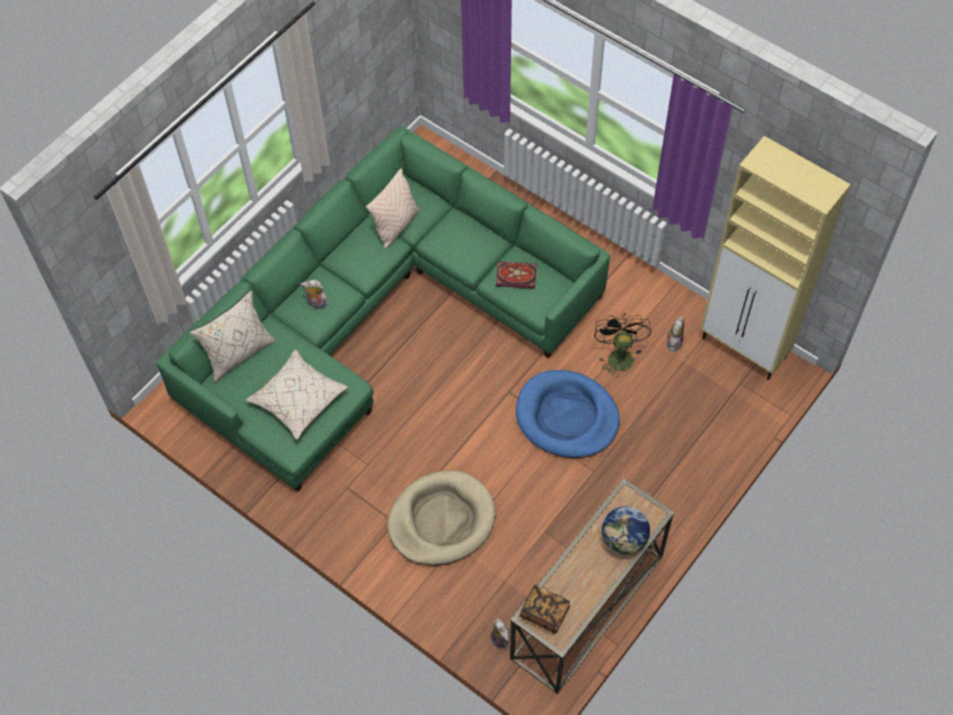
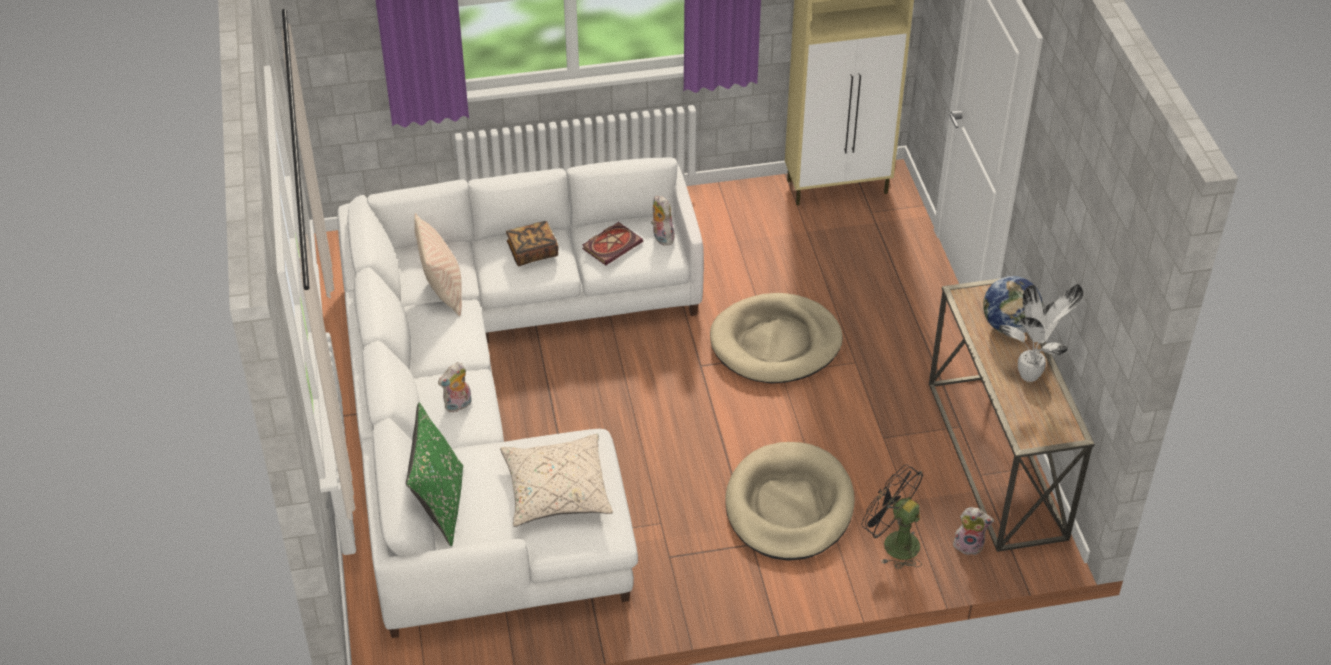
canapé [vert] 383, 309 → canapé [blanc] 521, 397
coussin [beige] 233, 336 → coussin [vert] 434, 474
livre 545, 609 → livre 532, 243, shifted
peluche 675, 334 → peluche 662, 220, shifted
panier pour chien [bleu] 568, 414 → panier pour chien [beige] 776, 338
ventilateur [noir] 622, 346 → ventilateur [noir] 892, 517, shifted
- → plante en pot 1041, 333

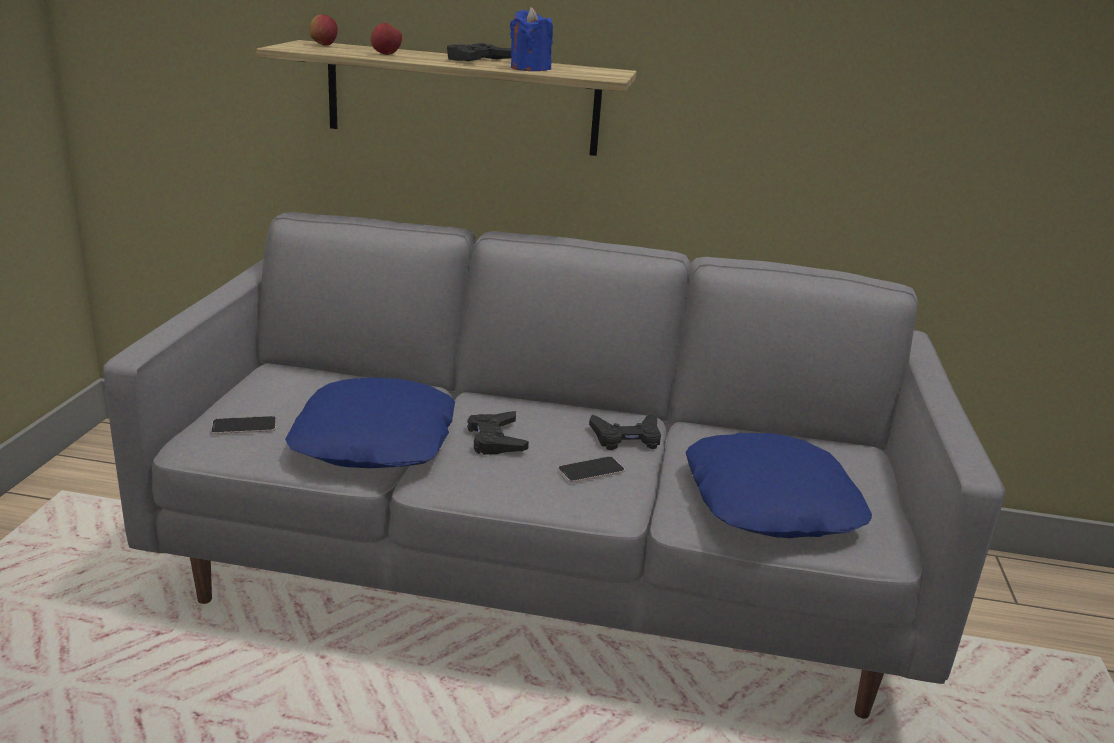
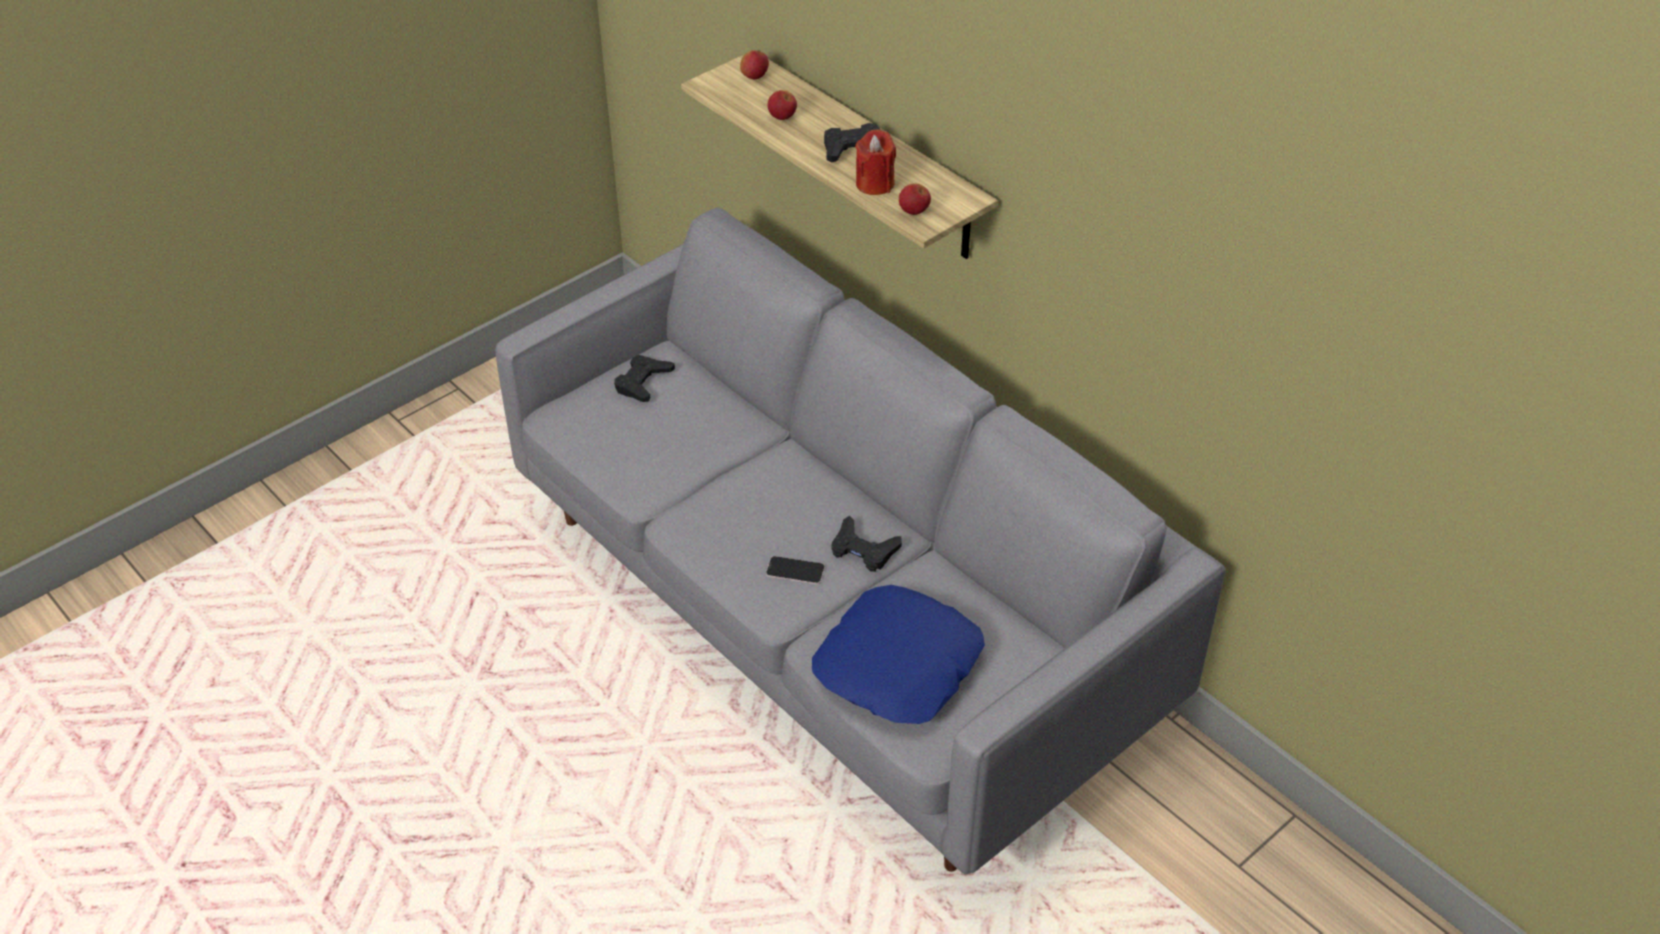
manette [noir] 498, 433 → manette [noir] 644, 378, shifted
bougie [bleu] 531, 39 → bougie [rouge] 875, 162
- → pomme 915, 199
téléphone 243, 425 → -
coussin [bleu] 370, 422 → -

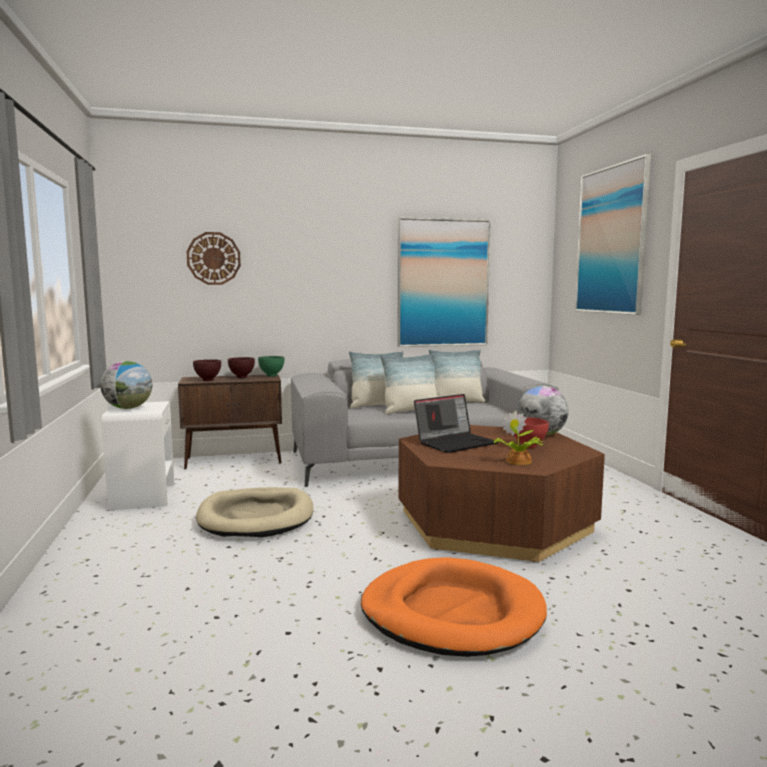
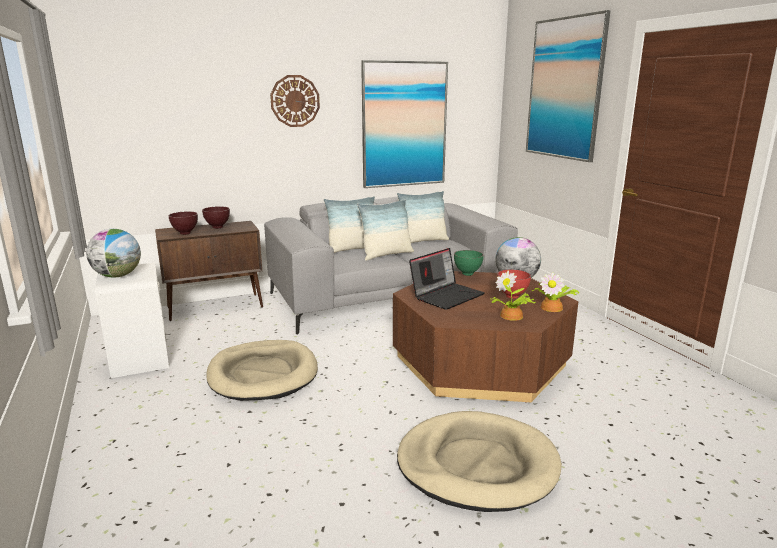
horloge murale 214, 258 → horloge murale 295, 101, shifted
panier pour chien [orange] 454, 607 → panier pour chien [beige] 479, 461
bol [vert] 271, 366 → bol [vert] 469, 263, shifted
- → plante en pot 555, 292

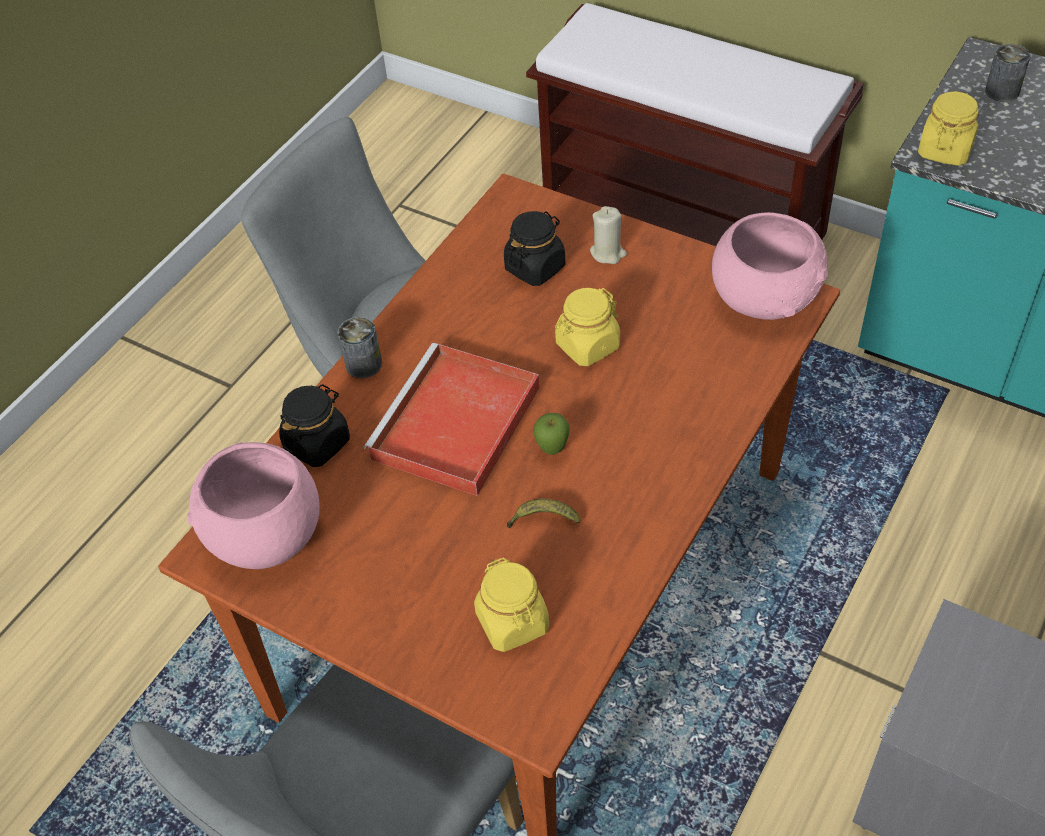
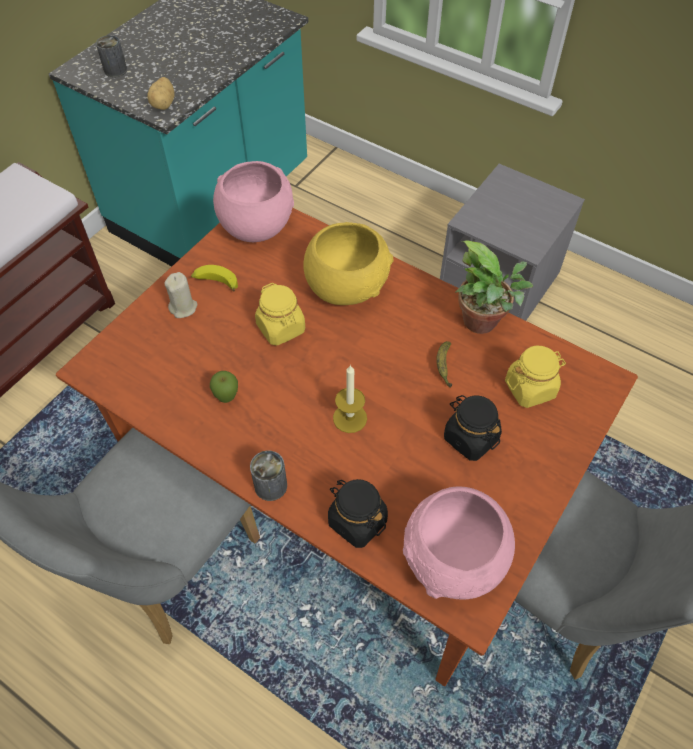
bocal [jaune] 948, 128 → pomme de terre 161, 93
- → banane 214, 278
pomme 551, 434 → pomme 224, 387, shifted
- → bol [jaune] 348, 263
plateau [rouge] 452, 419 → bougie 350, 399
bocal [noir] 534, 248 → bocal [noir] 473, 428, shifted
- → plante en pot 494, 287

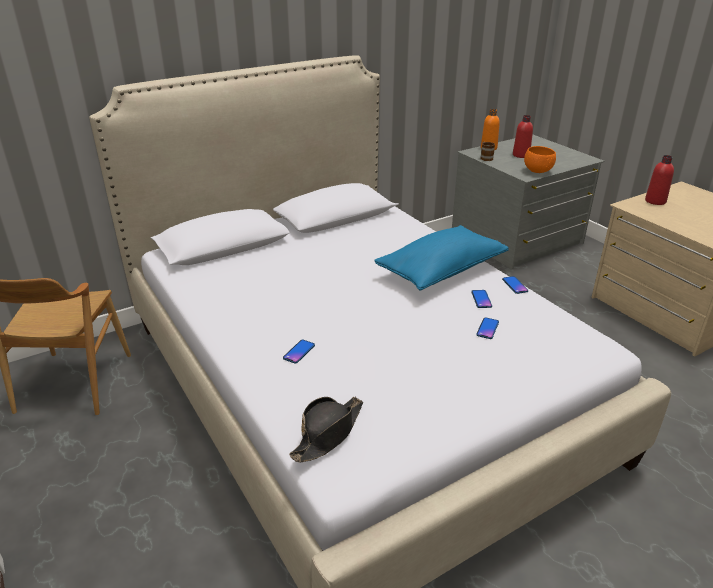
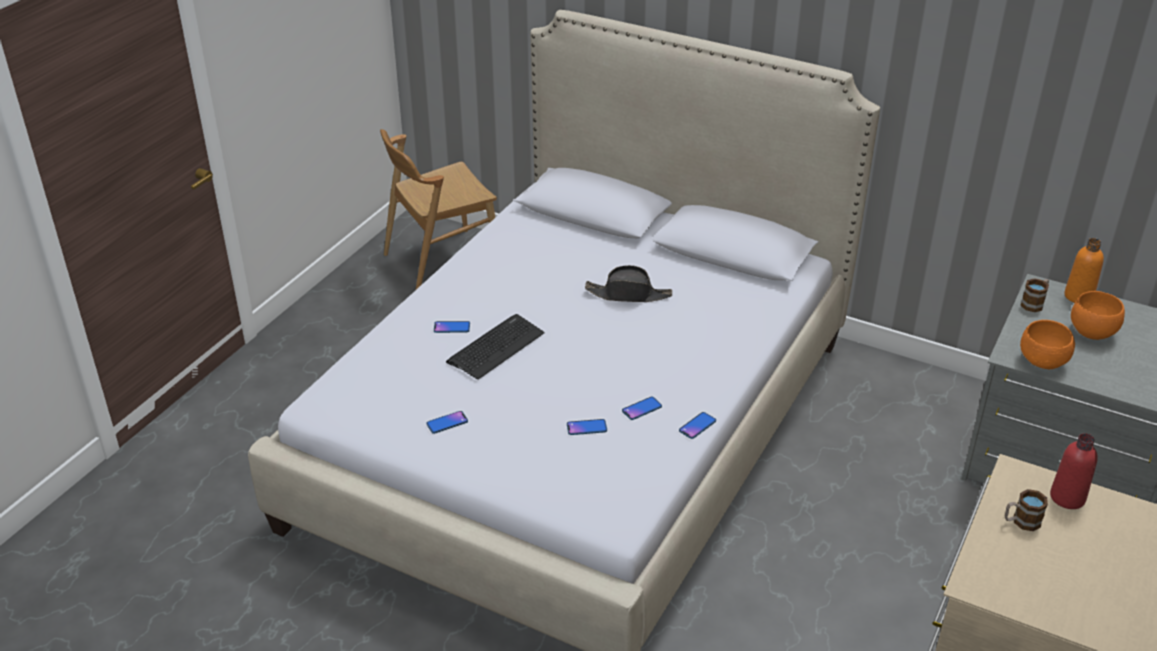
- → téléphone 447, 422
- → clavier 495, 347
chapeau [noir] 326, 430 → chapeau [noir] 628, 283, shifted
- → mug 1026, 510
bouteille [rouge] 523, 136 → bol [orange] 1098, 315
coussin [bleu] 441, 258 → -

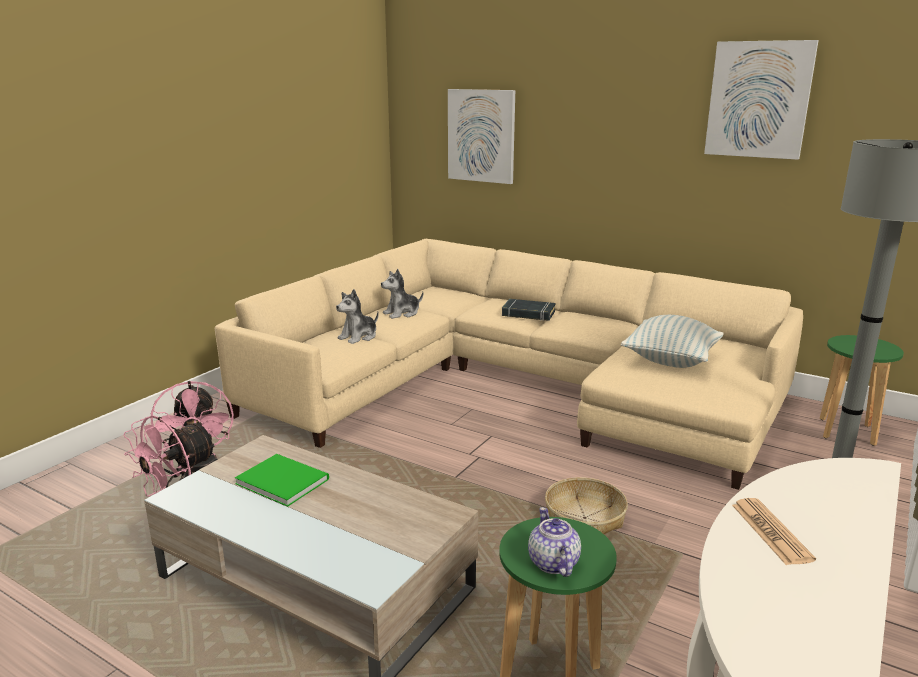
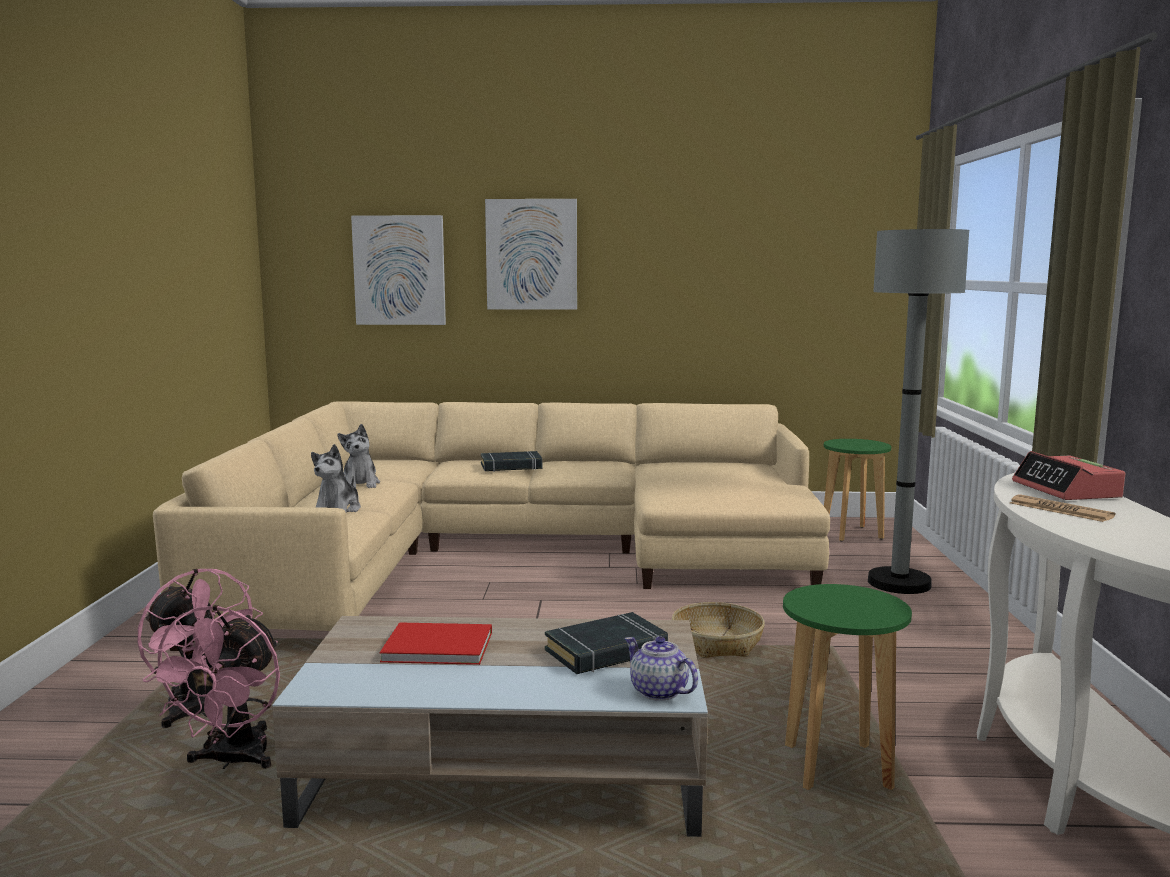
peluche 402, 294 → peluche 358, 456, 45 degrees counterclockwise
livre [vert] 282, 480 → livre [rouge] 436, 643
tableau 761, 100 → tableau 531, 254, shifted
- → livre [noir] 606, 643
théière 554, 542 → théière 661, 668, shifted
- → réveil 1068, 475
coussin 672, 341 → -

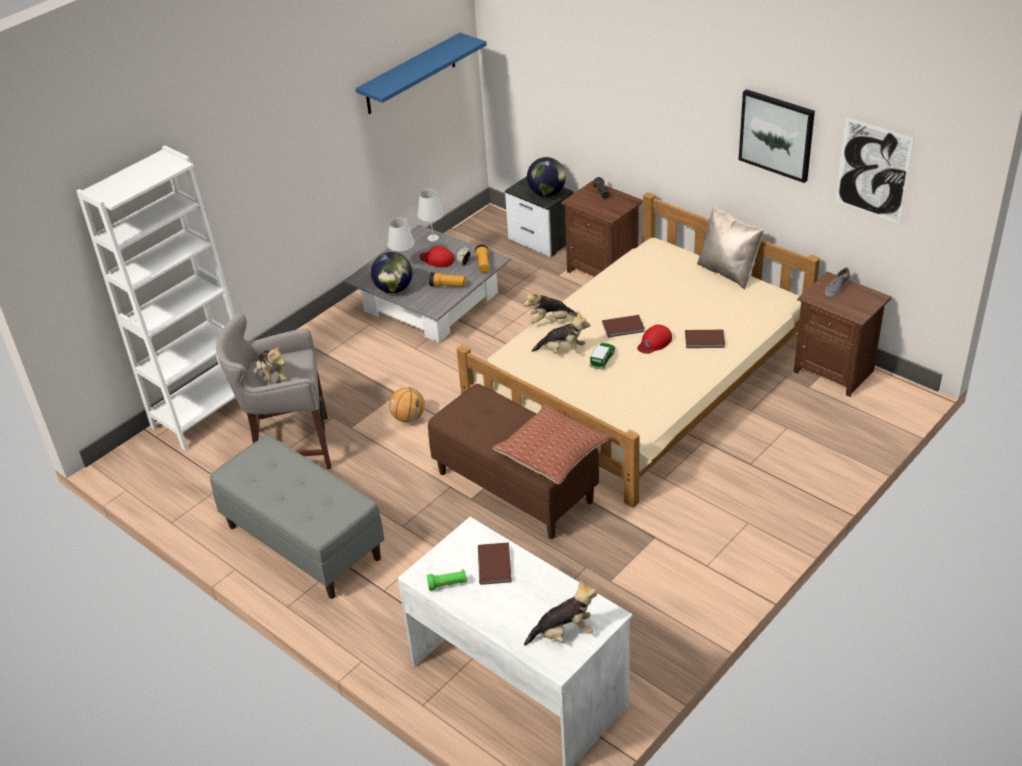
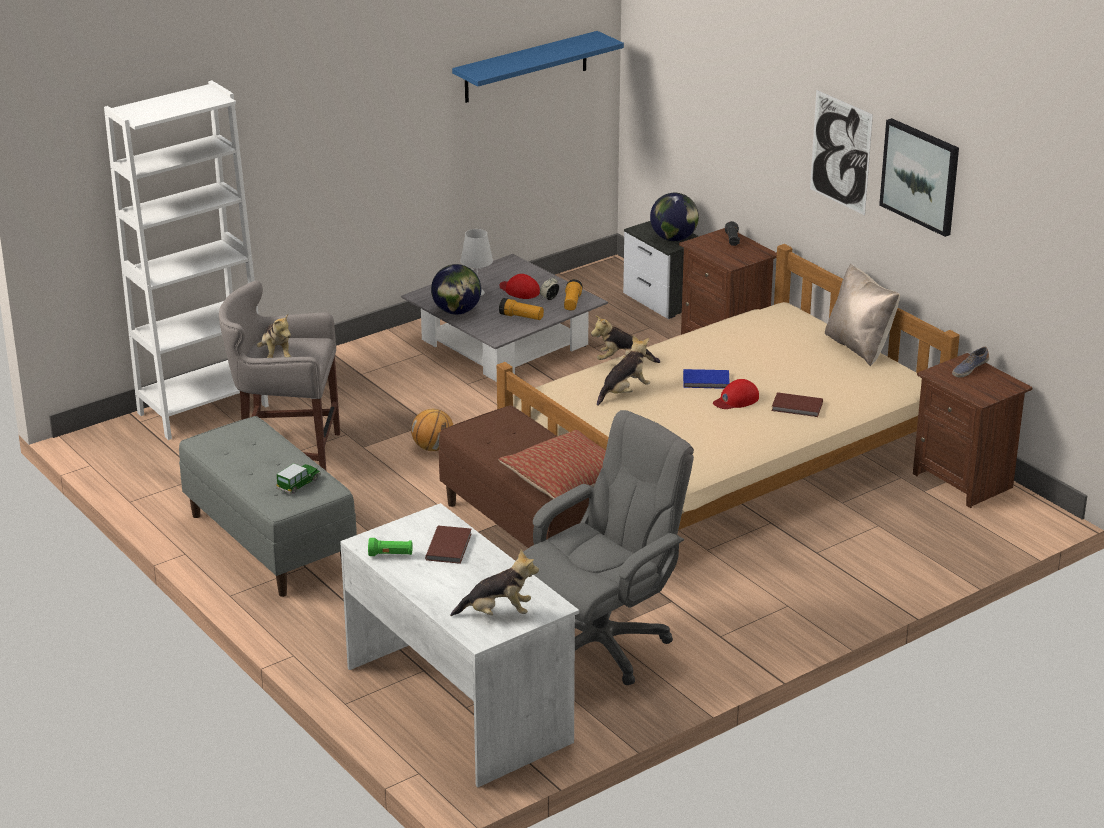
petite voiture 602, 356 → petite voiture 298, 478, shifted
- → chaise de bureau [gris] 605, 547
peluche 561, 332 → peluche 623, 370, 60 degrees counterclockwise
livre [marron] 623, 326 → livre [bleu] 706, 379
tableau 875, 170 → tableau 841, 153, shifted
lampe de table [blanc] 430, 215 → -

